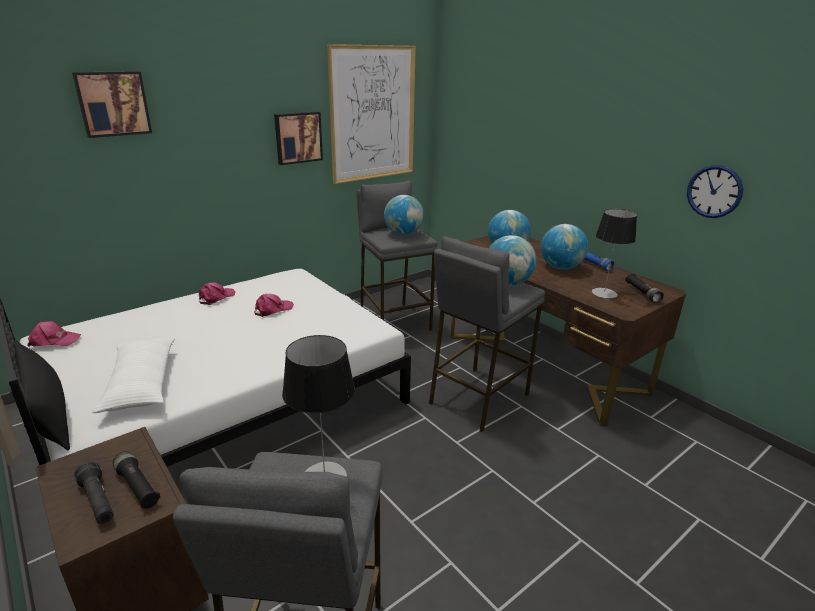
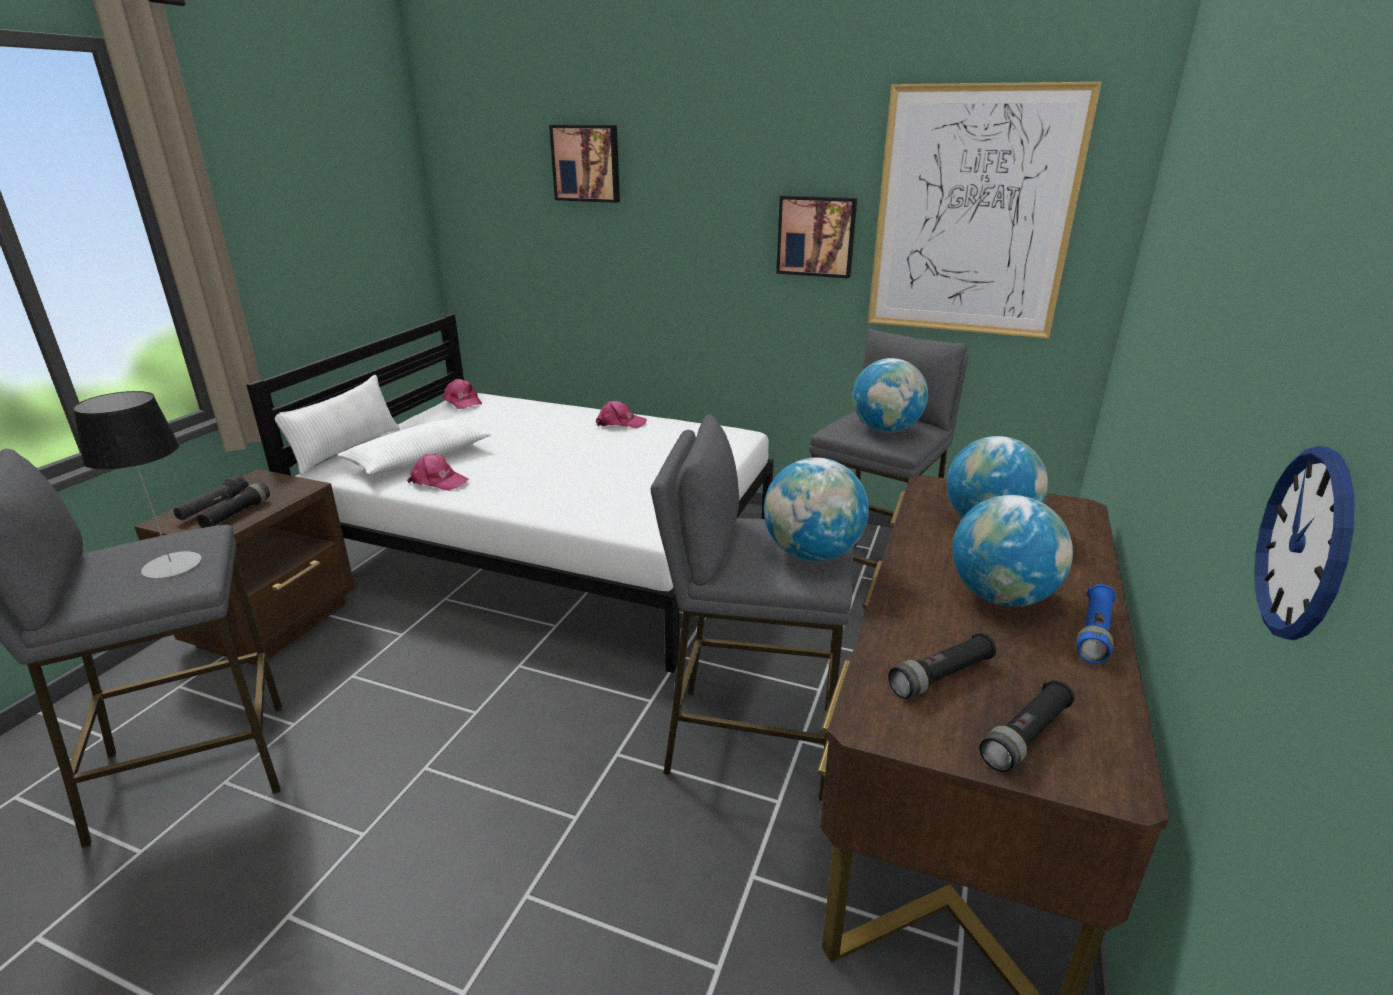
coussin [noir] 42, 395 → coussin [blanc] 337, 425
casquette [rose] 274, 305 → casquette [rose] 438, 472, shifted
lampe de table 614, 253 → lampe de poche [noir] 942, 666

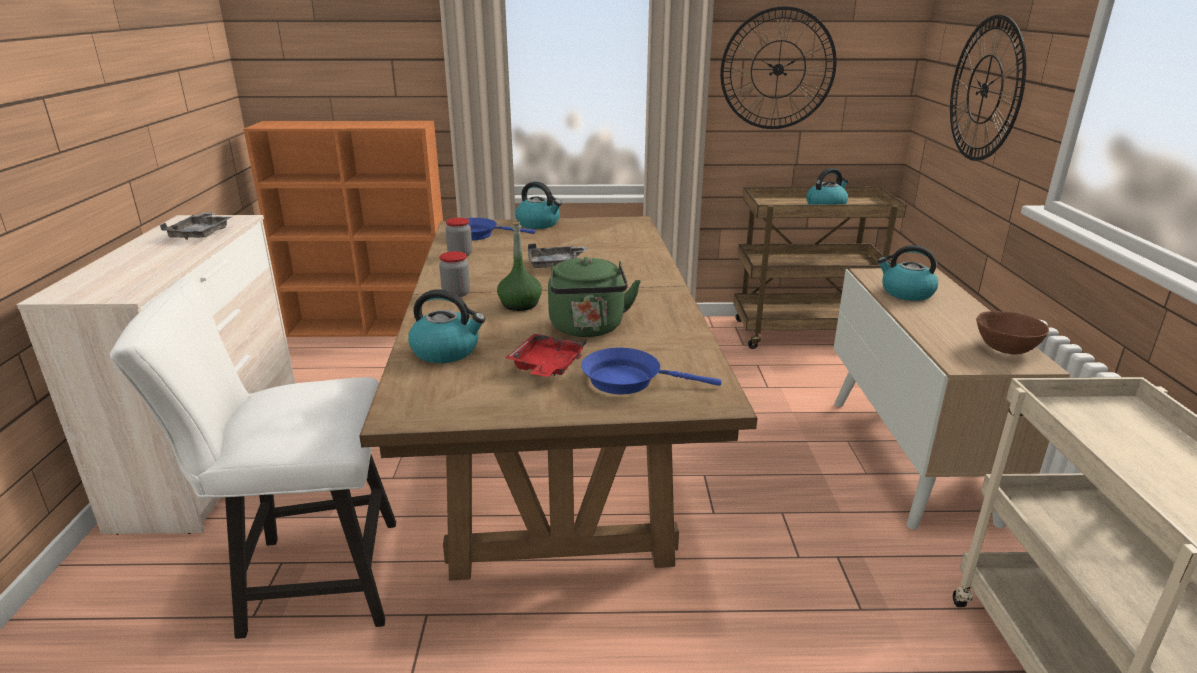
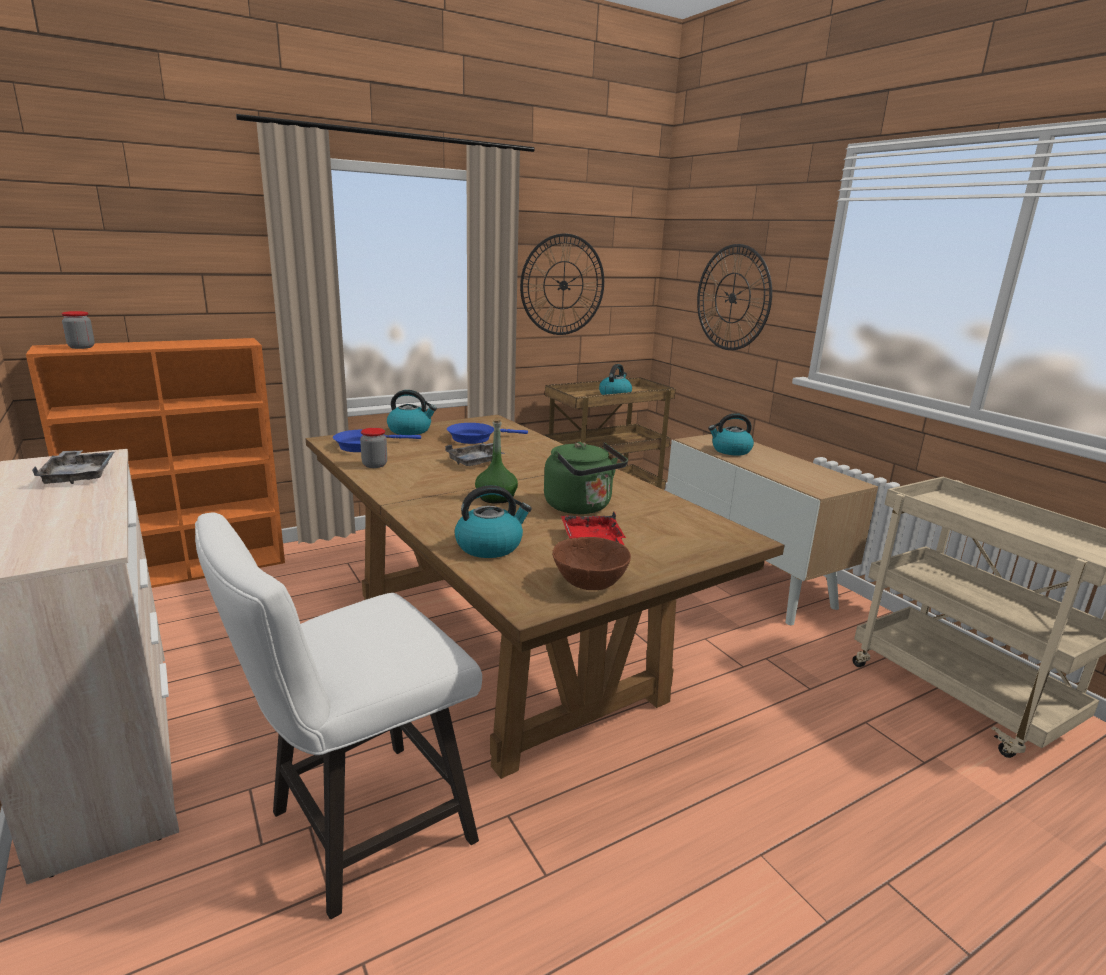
bocal 454, 274 → bocal 78, 330, shifted
poêle [bleu] 651, 371 → poêle [bleu] 487, 433, shifted
bol [marron] 1012, 332 → bol [marron] 591, 563, shifted

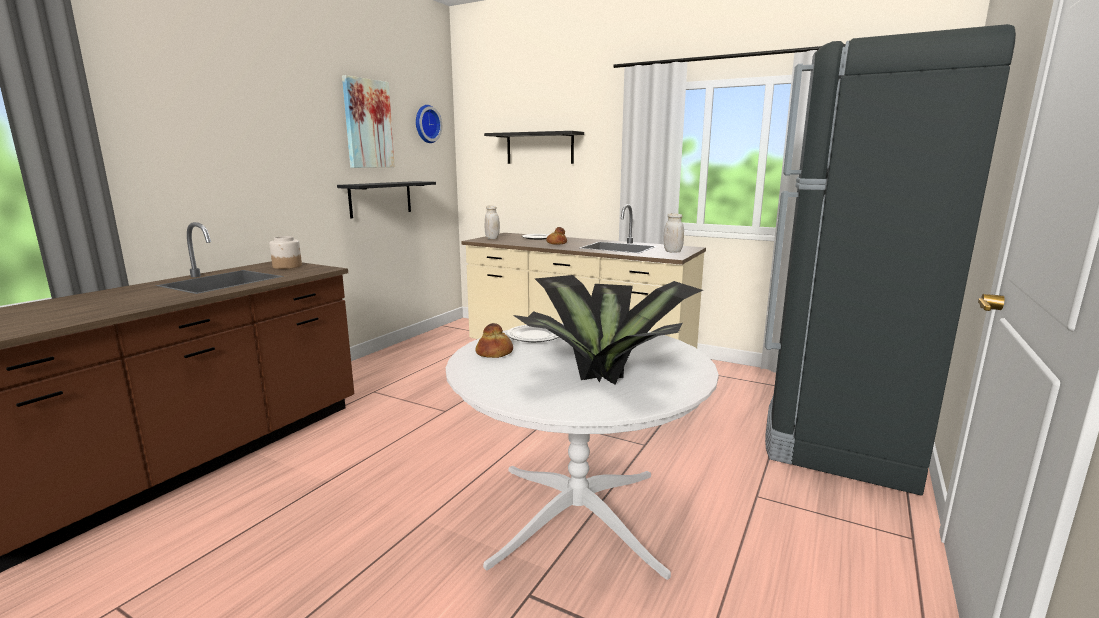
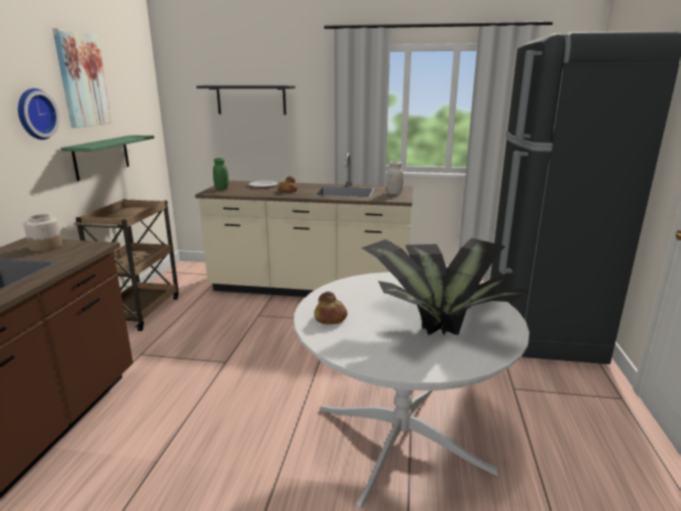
horloge murale 429, 124 → horloge murale 39, 114, shifted
étagère [noir] 386, 200 → étagère [vert] 107, 158
- → chariot [marron] 126, 265
bocal [blanc] 492, 222 → bocal [vert] 221, 174
assiette 533, 333 → -

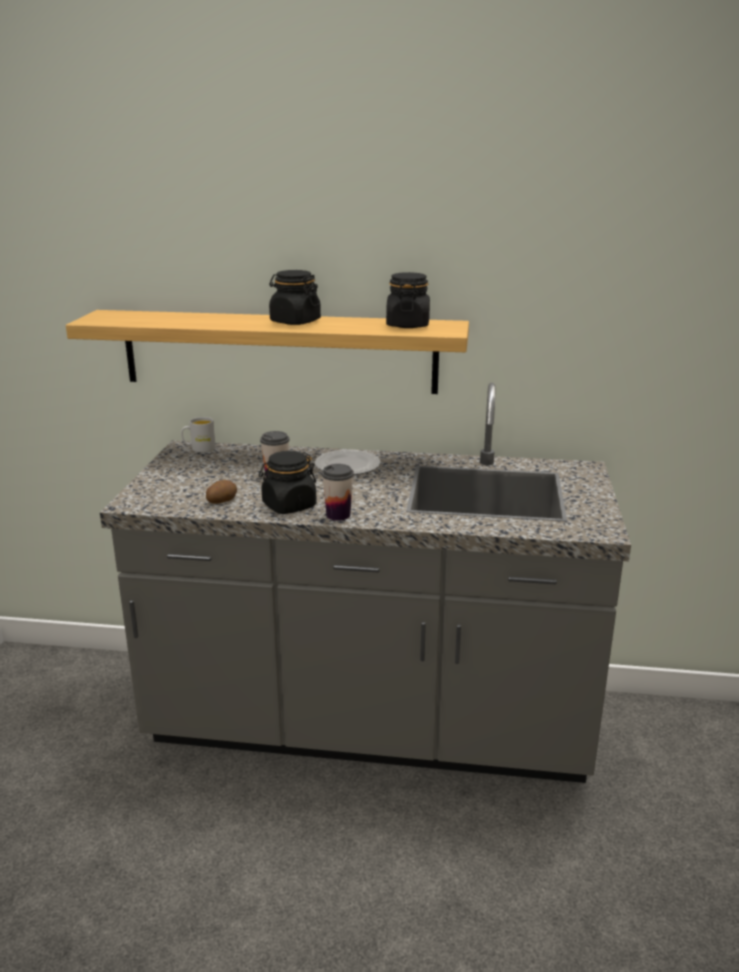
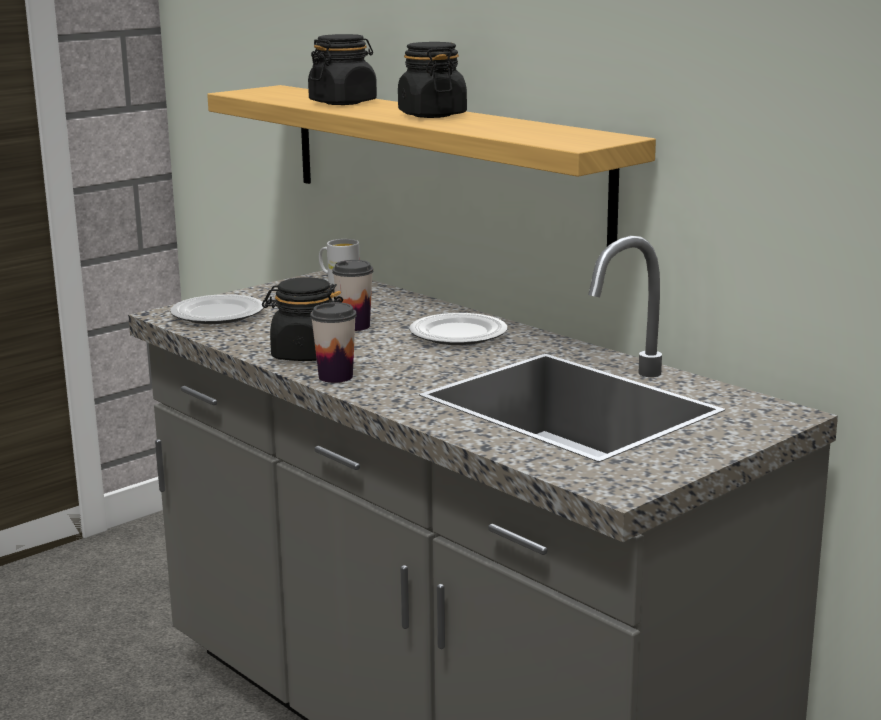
- → assiette 217, 309
bocal [noir] 408, 300 → bocal [noir] 342, 69, shifted
pomme de terre 221, 492 → -

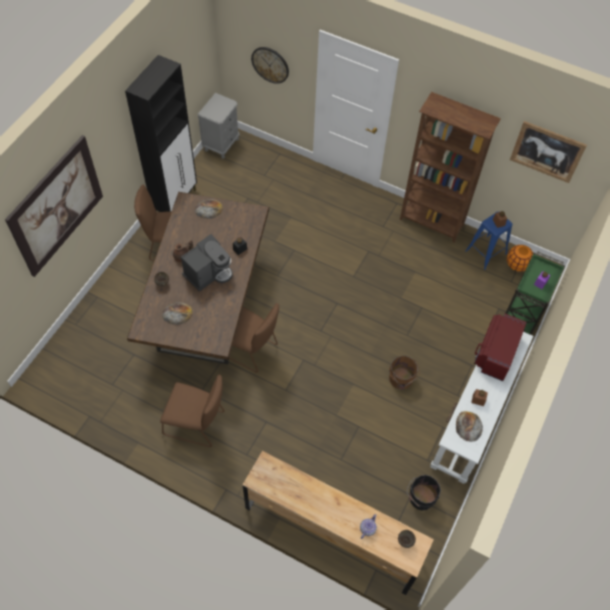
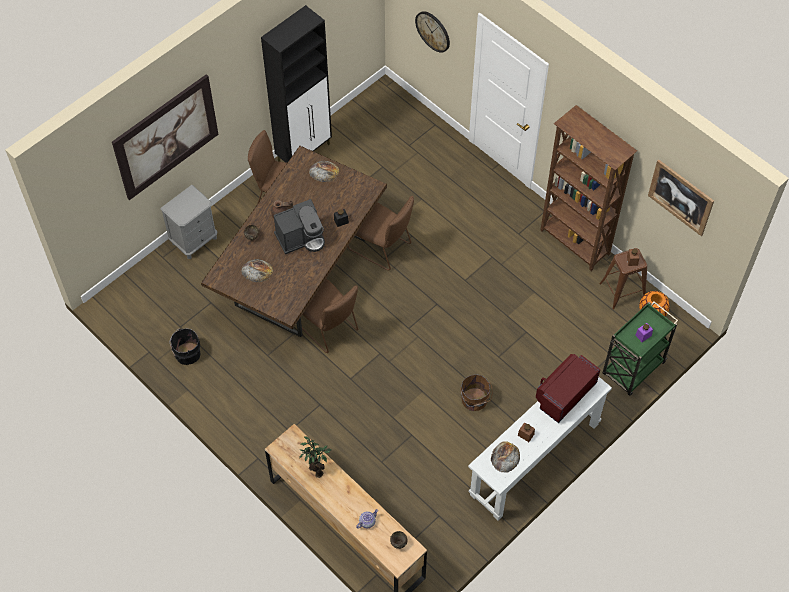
table de chevet [gris] 218, 126 → table de chevet [gris] 188, 222, shifted
seau [noir] 424, 493 → seau [noir] 185, 346, shifted
- → plante en pot 315, 457
chaise [marron] 192, 410 → chaise [marron] 381, 233, shifted
tabouret [bleu] 488, 241 → tabouret [marron] 623, 278

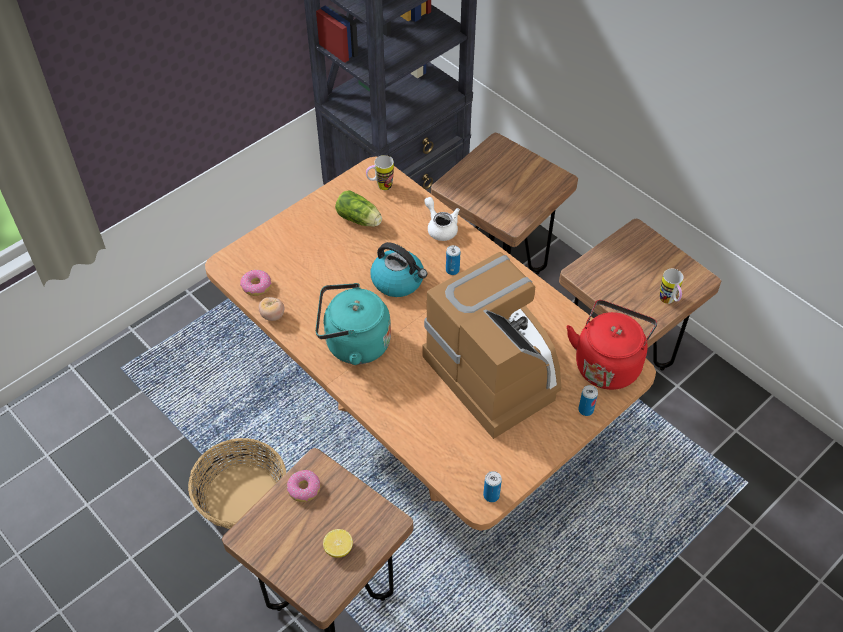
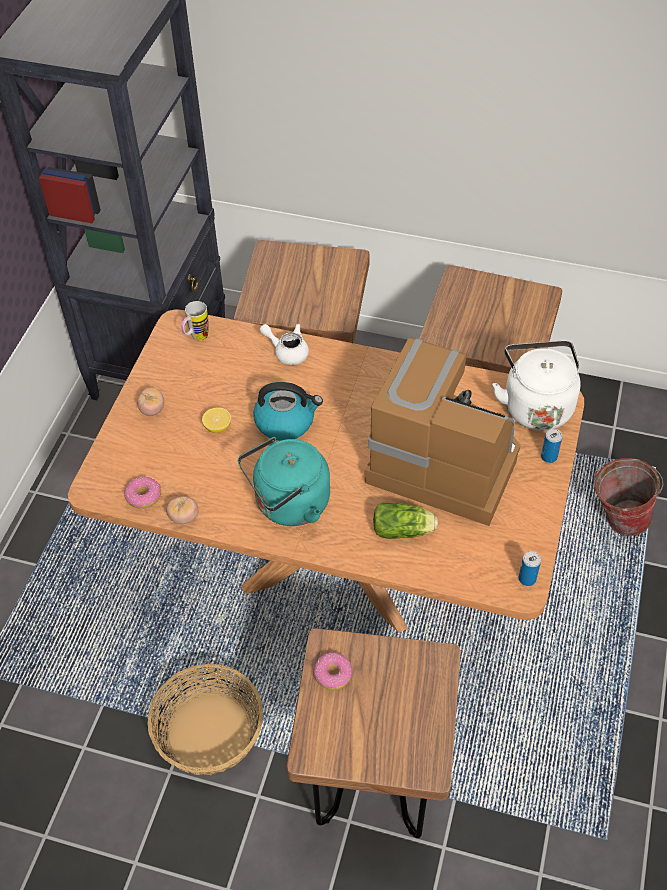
- → tomate 150, 401
citron 338, 543 → citron 216, 420, shifted
laitue 358, 208 → laitue 405, 520, shifted
bouilloire [rouge] 611, 345 → bouilloire [blanc] 536, 386
- → seau 628, 497
boîte métallique 453, 260 → -
mug 672, 286 → -

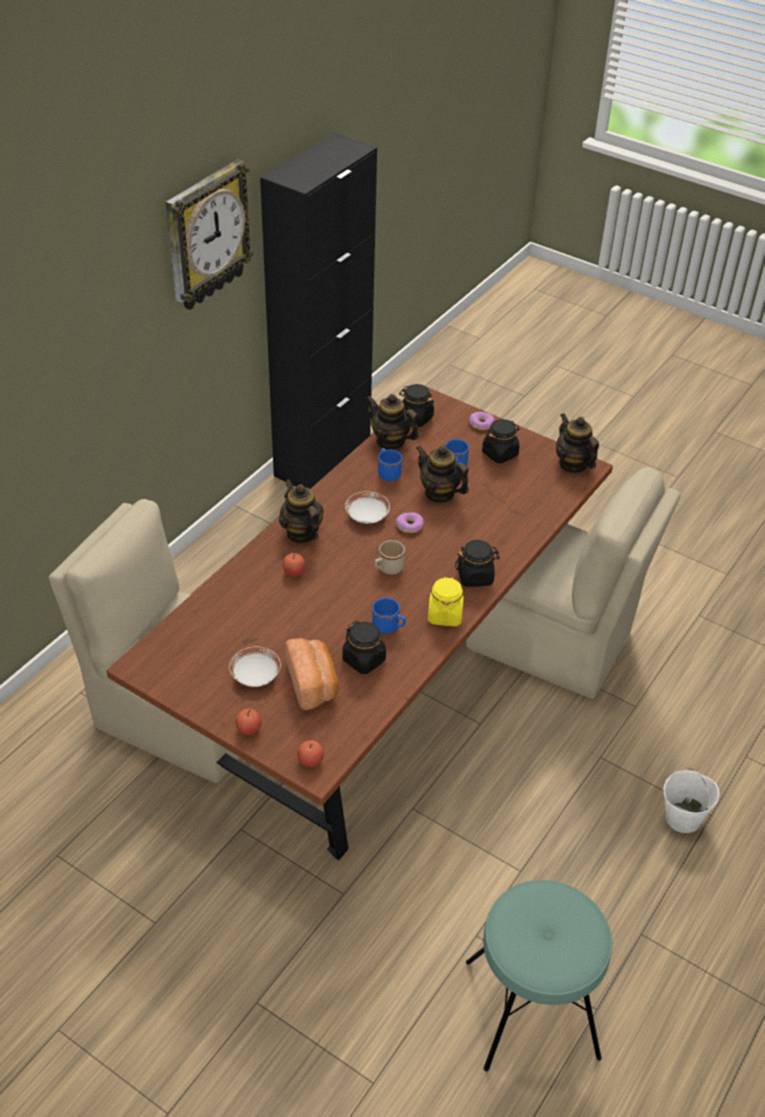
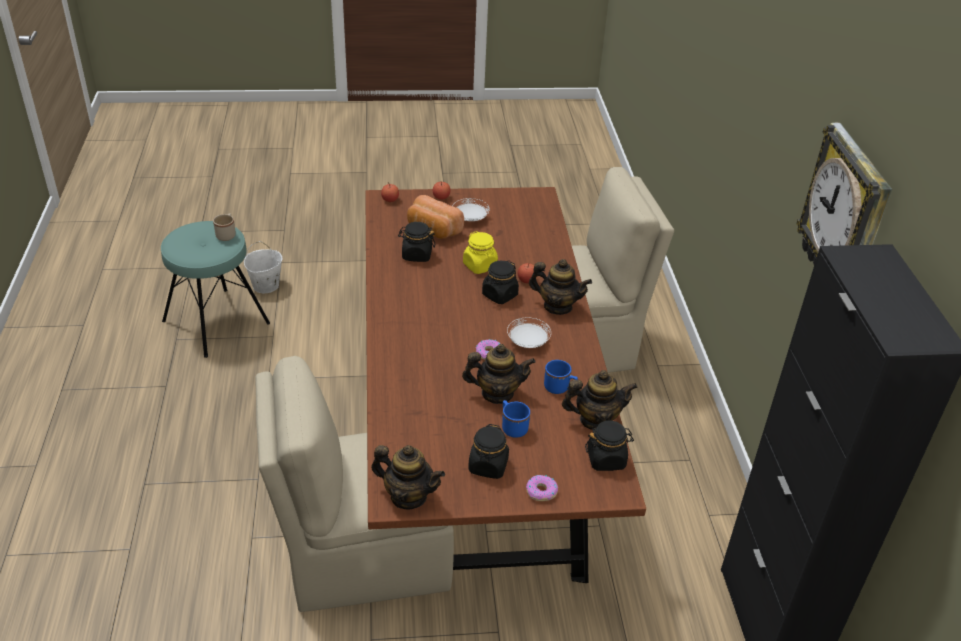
mug [beige] 390, 557 → mug [beige] 224, 227, shifted
seau [blanc] 692, 800 → seau [blanc] 263, 267, shifted
bocal [jaune] 446, 601 → bocal [jaune] 480, 252, shifted
bocal [noir] 477, 563 → bocal [noir] 500, 282, shifted
mug [bleu] 389, 616 → -

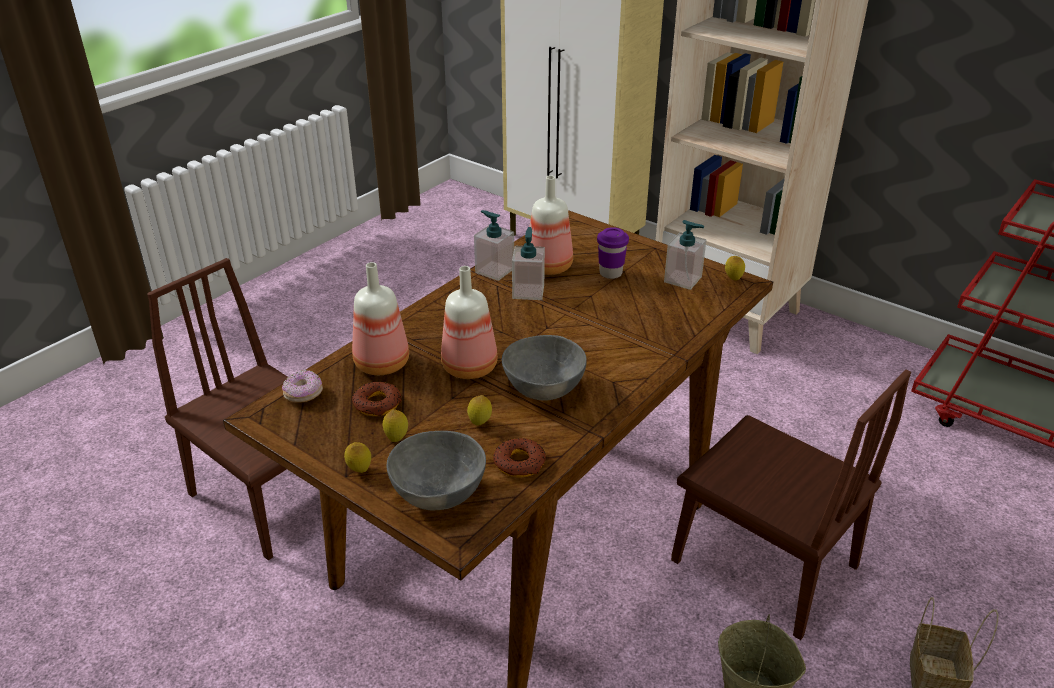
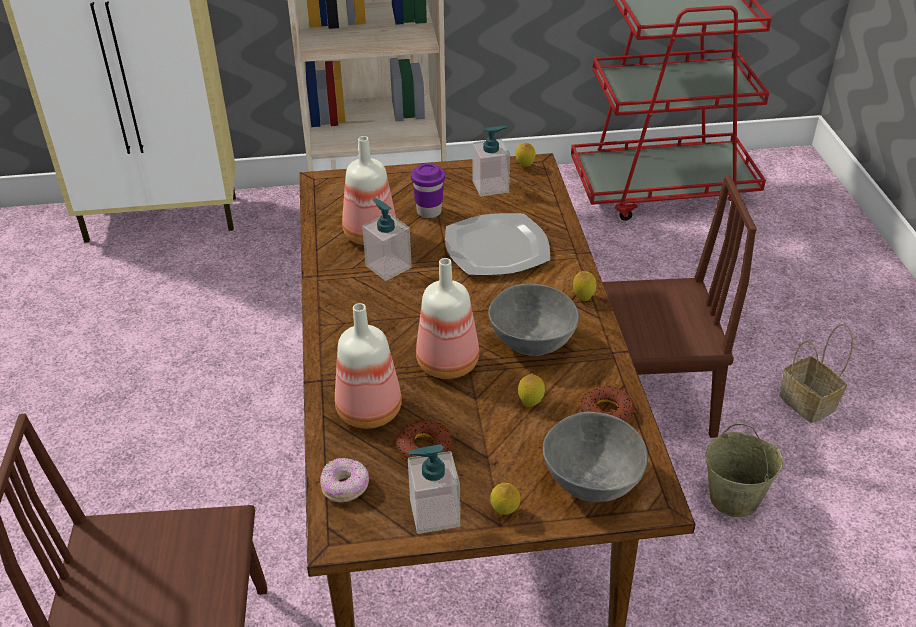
distributeur de savon 494, 245 → distributeur de savon 434, 489, shifted
- → assiette 497, 244
citron 395, 425 → citron 584, 286, shifted

